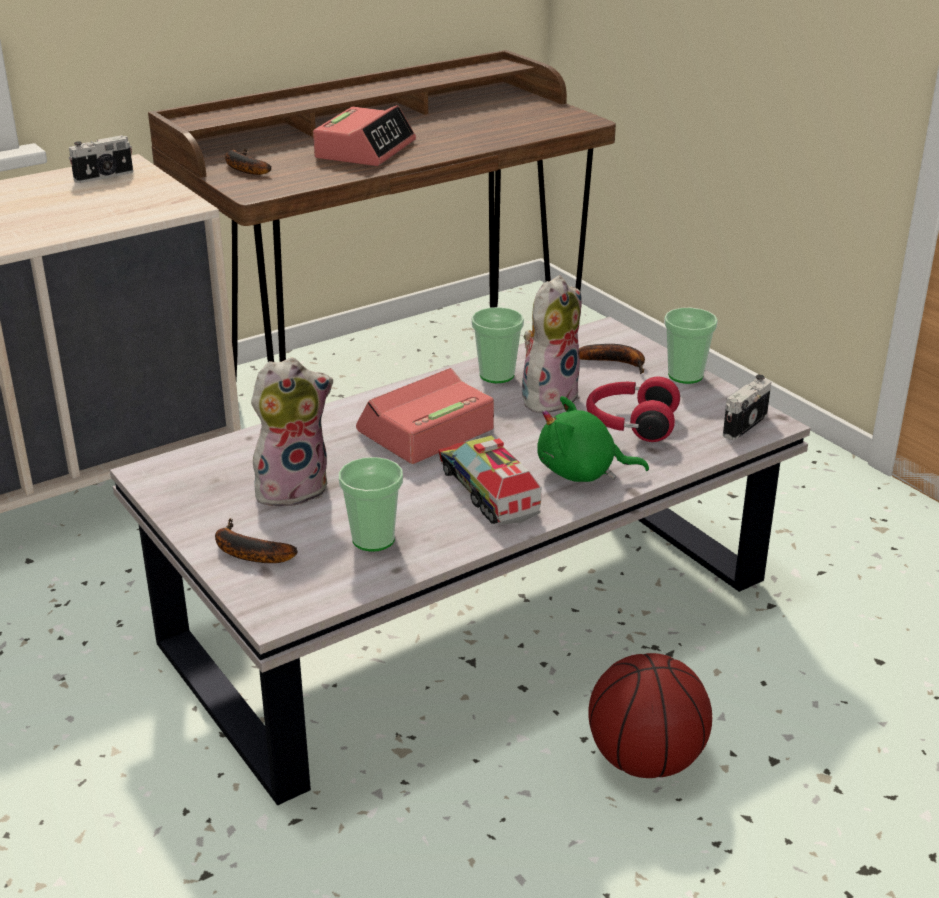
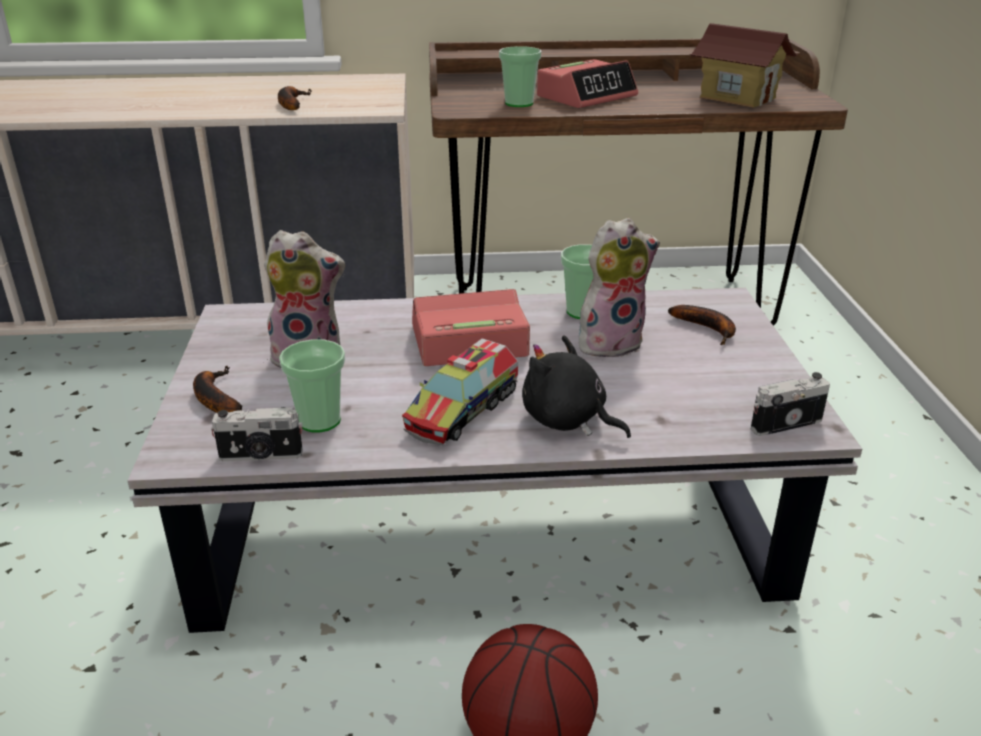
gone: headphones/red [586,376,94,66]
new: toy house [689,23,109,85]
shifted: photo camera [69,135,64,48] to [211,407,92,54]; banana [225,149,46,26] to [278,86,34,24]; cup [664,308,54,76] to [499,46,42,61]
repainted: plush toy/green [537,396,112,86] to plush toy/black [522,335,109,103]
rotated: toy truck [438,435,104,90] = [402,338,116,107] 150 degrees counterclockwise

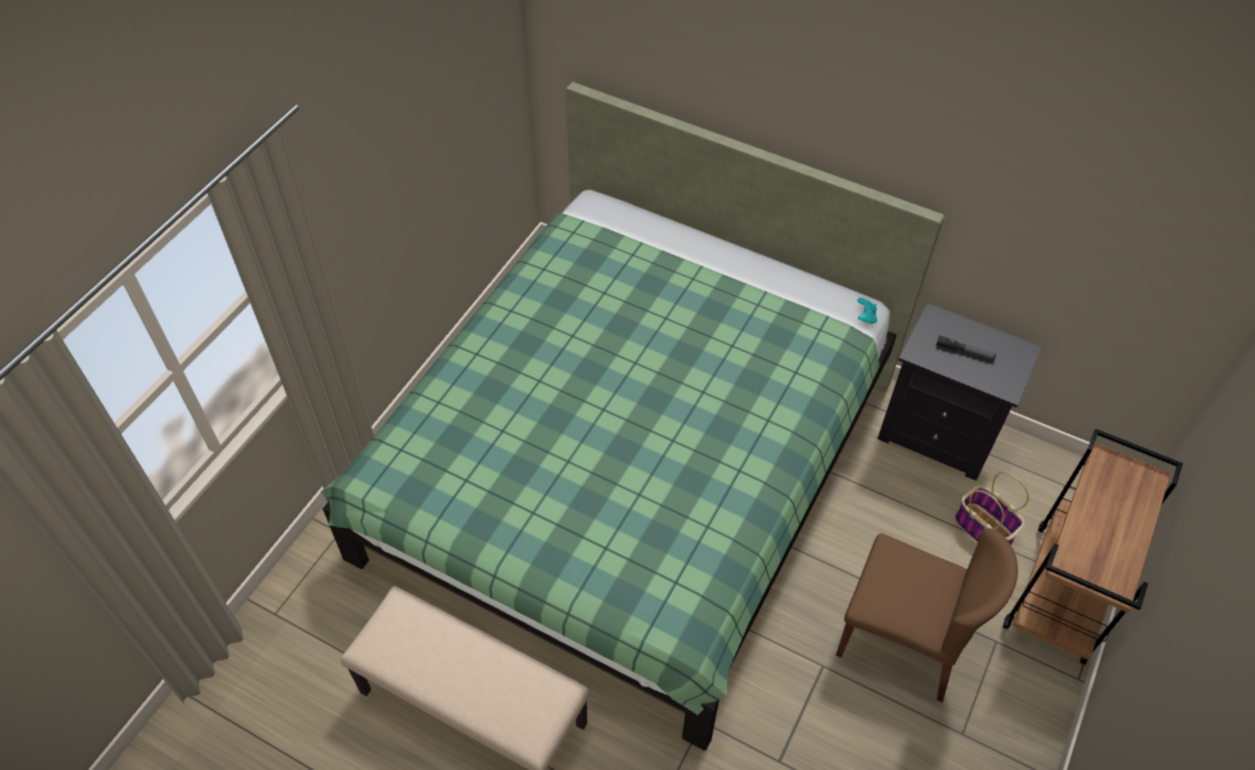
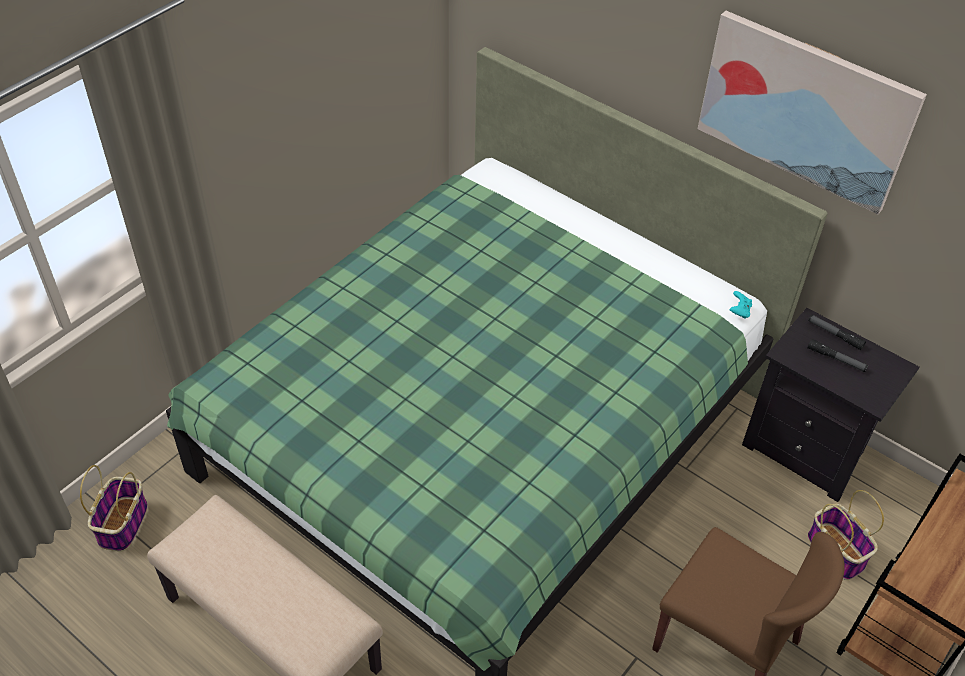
new: basket [80,465,68,87]; picture [698,11,229,203]; flashlight [808,315,58,35]

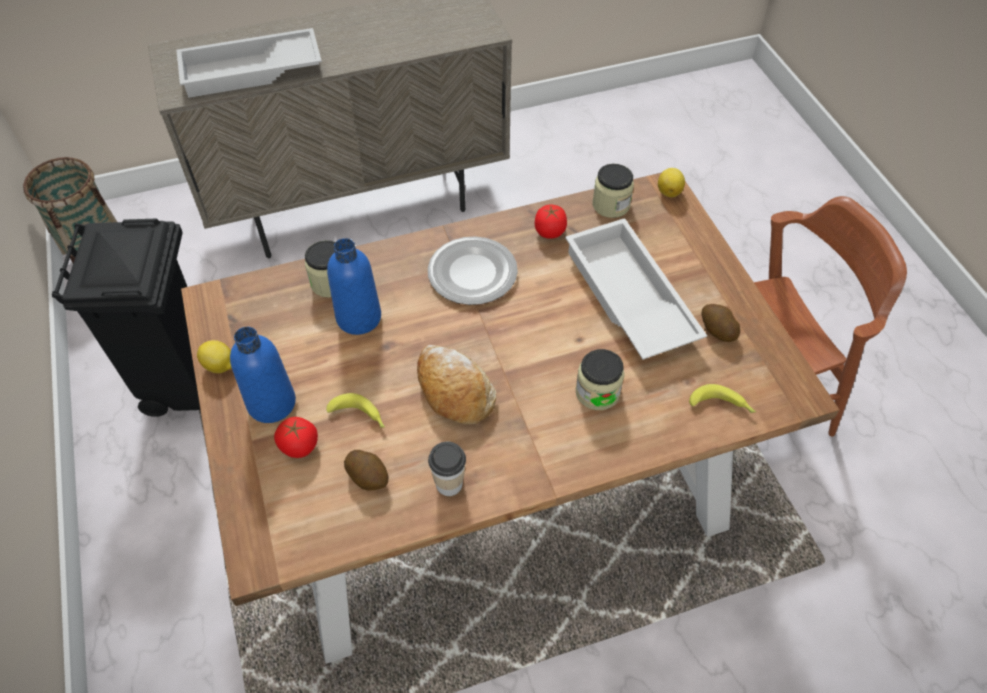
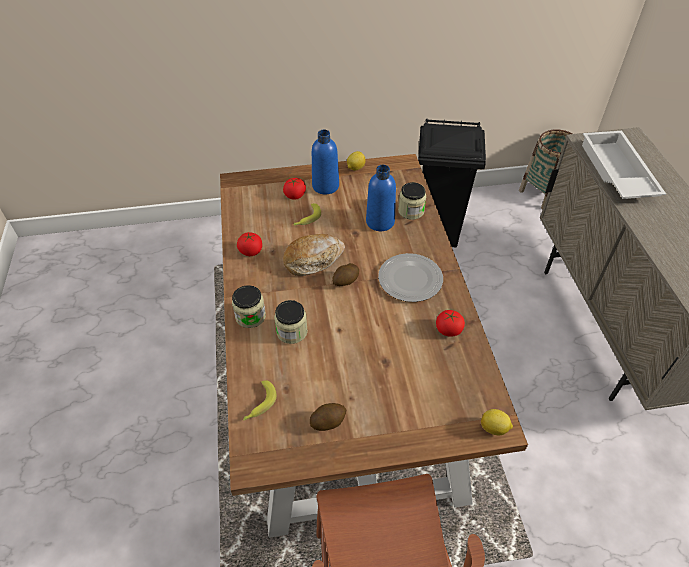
gone: tray/white [565,218,142,142]
shifted: potato [344,450,44,40] to [332,263,27,23]; jar [592,164,42,54] to [232,285,34,43]
swapped: cup [428,442,38,54] to tomato [237,232,25,24]

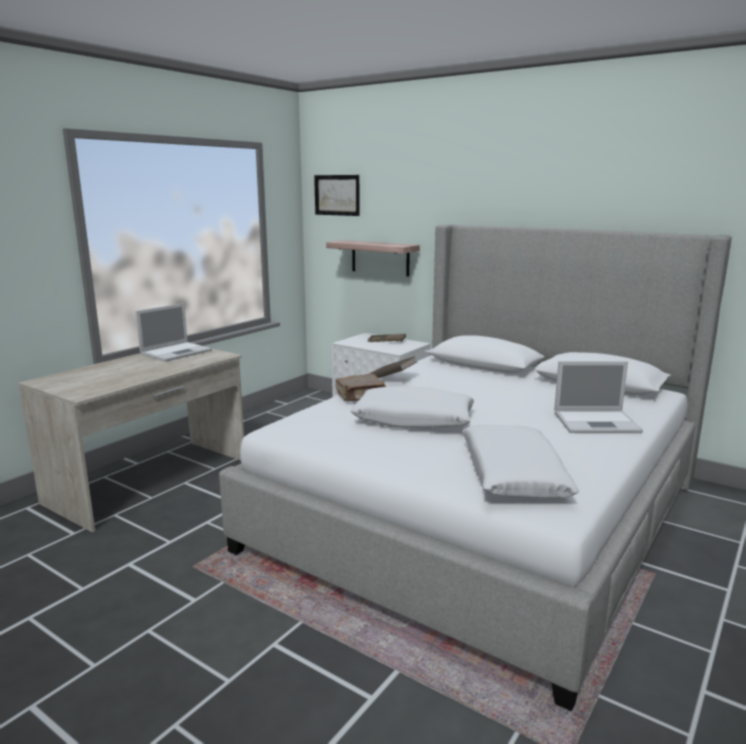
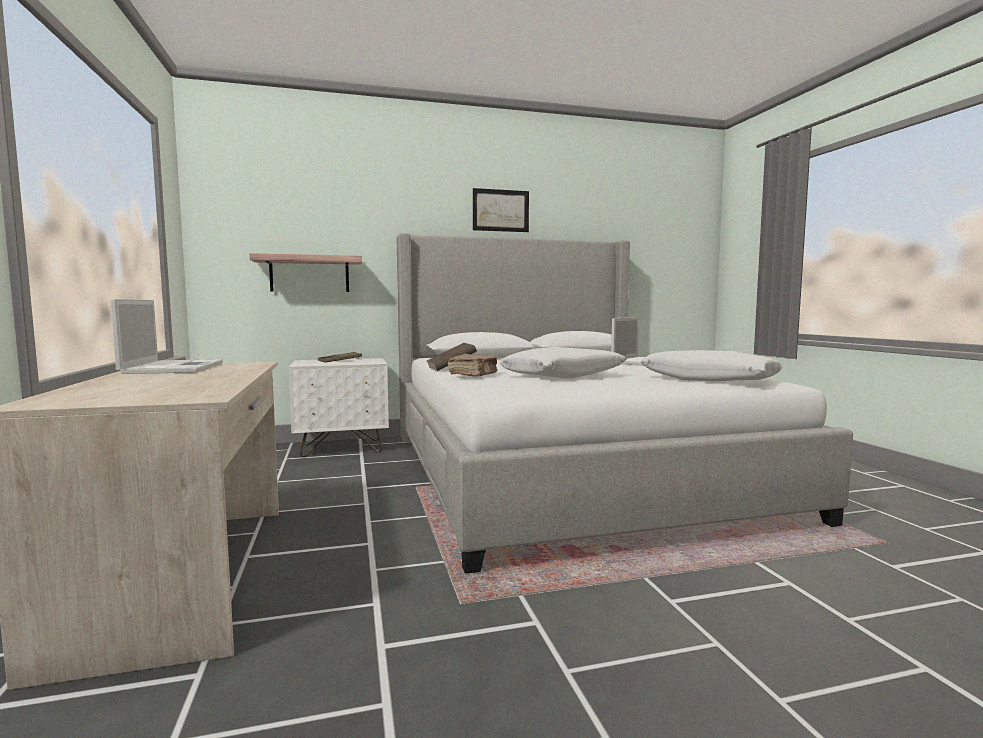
shifted: picture [314,175,46,41] to [473,188,56,44]

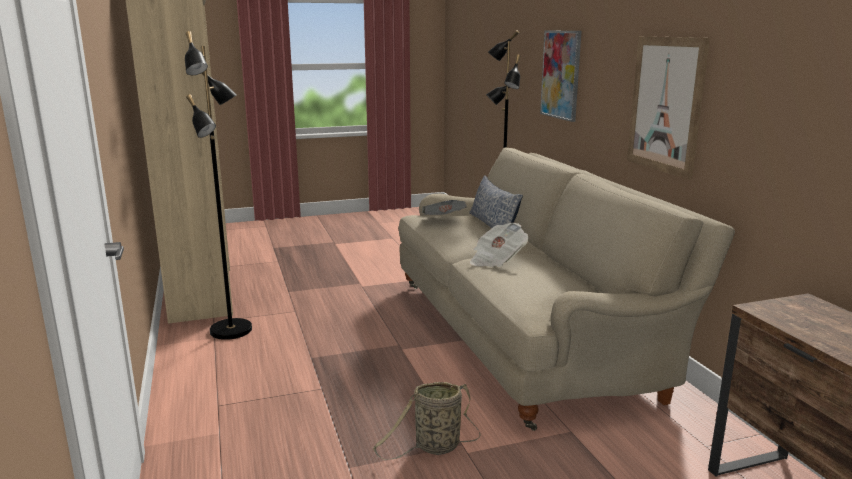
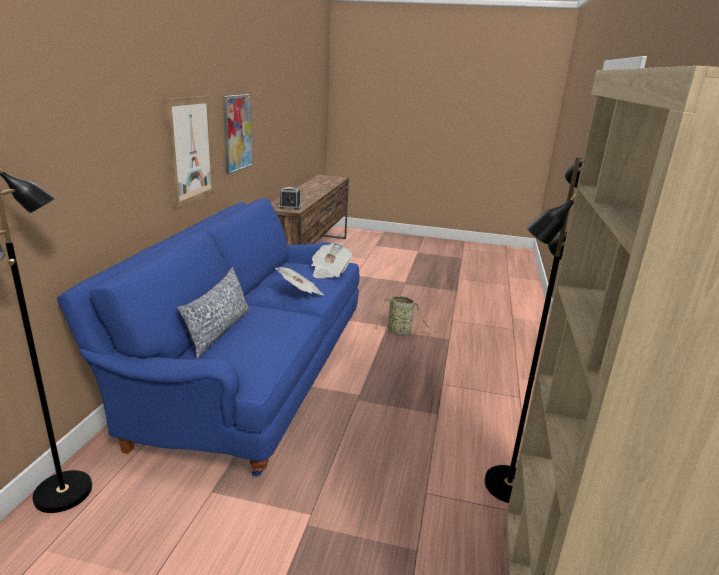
new: alarm clock [279,187,22,23]
shifted: newspaper [422,200,45,15] to [311,243,41,35]; picture [540,31,42,91] to [223,94,30,80]
repainted: sofa/beige [398,148,337,283] to sofa/blue [57,198,303,278]

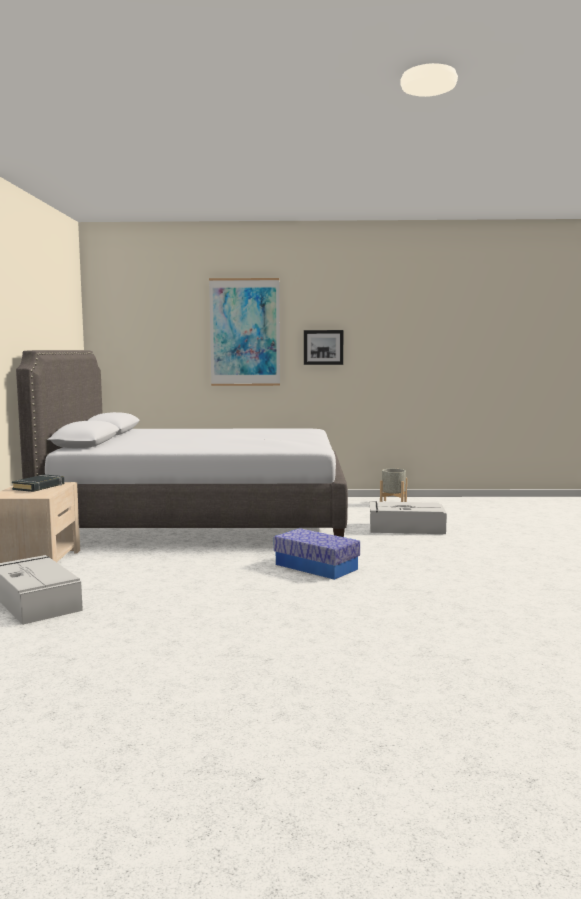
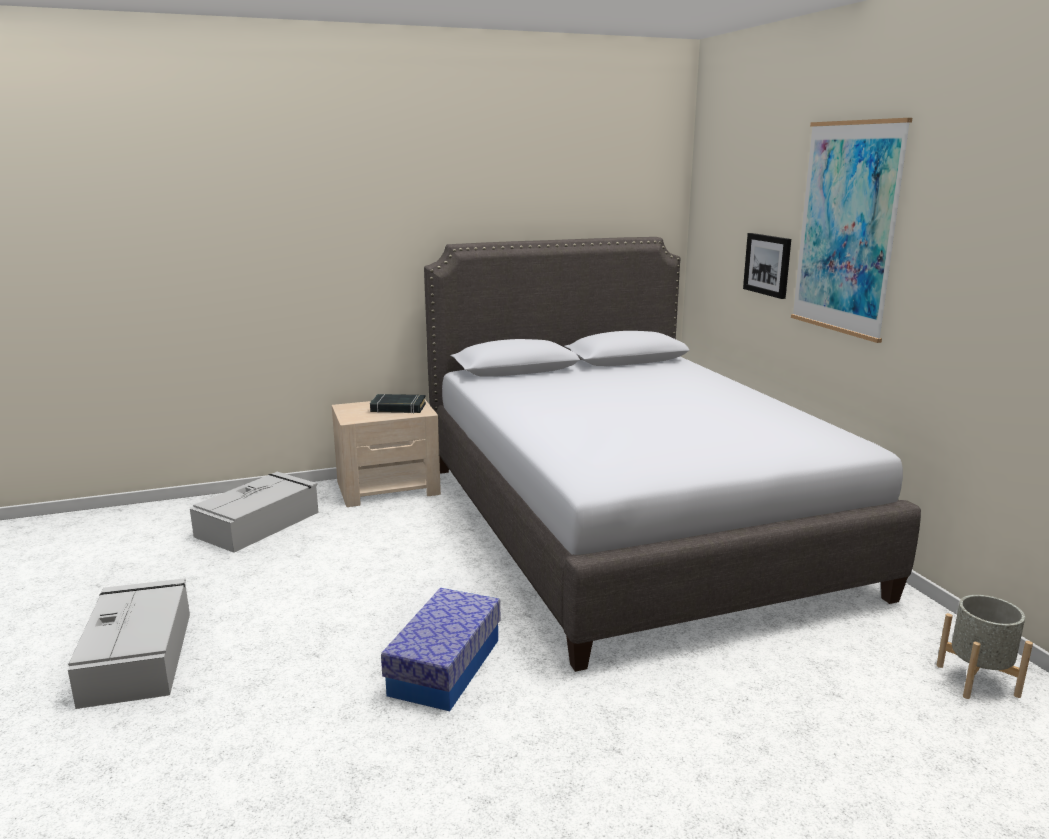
shifted: picture [304,330,39,35] to [743,233,48,66]; storage box/grey [370,501,77,33] to [68,578,122,131]

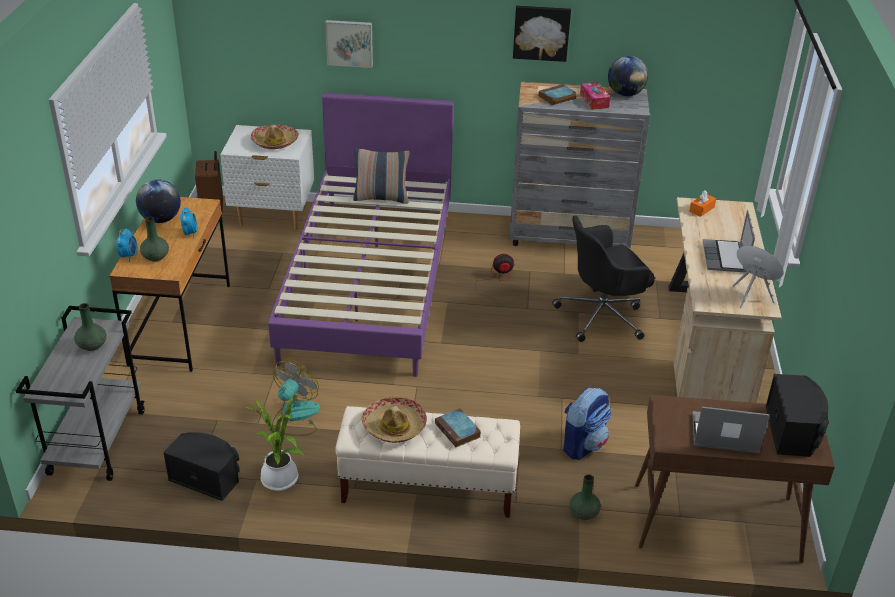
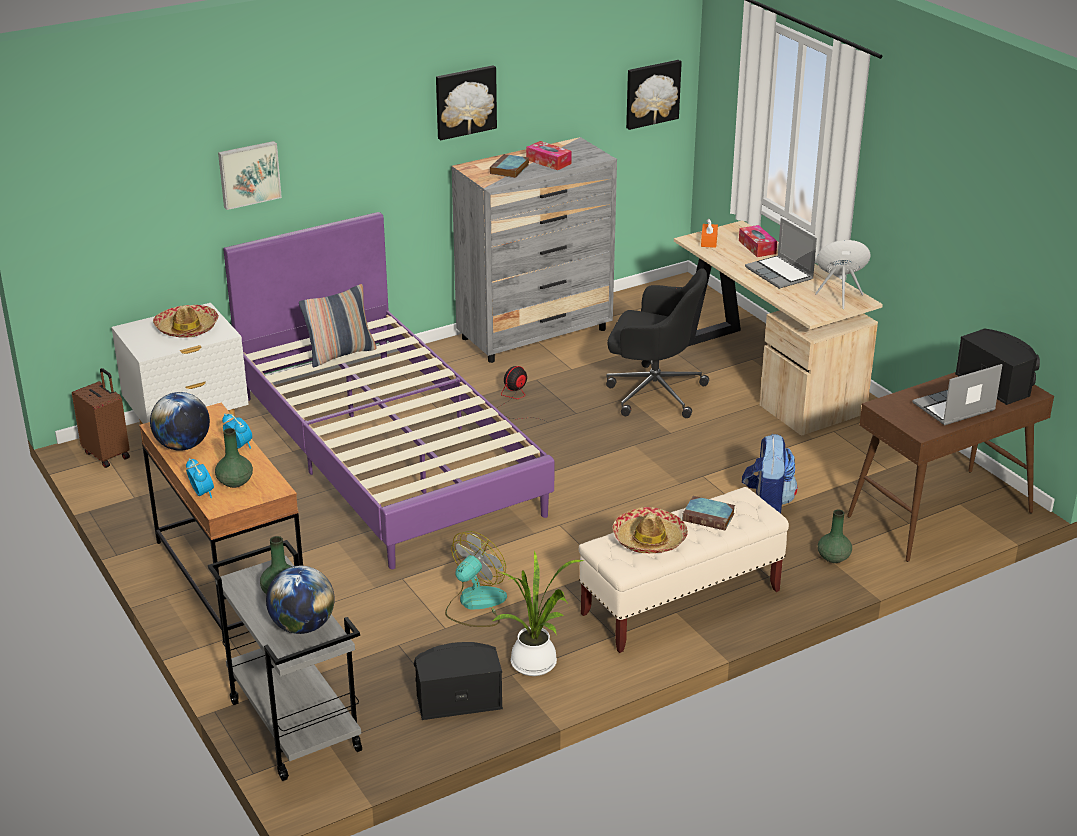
new: picture [626,60,56,70]; tissue box [739,225,38,32]
shifted: globe [608,56,40,40] to [266,566,68,68]
rotated: fan [272,360,48,76] = [445,531,62,96] 45 degrees clockwise; office chair/black [552,216,103,126] = [606,268,103,150] 105 degrees counterclockwise

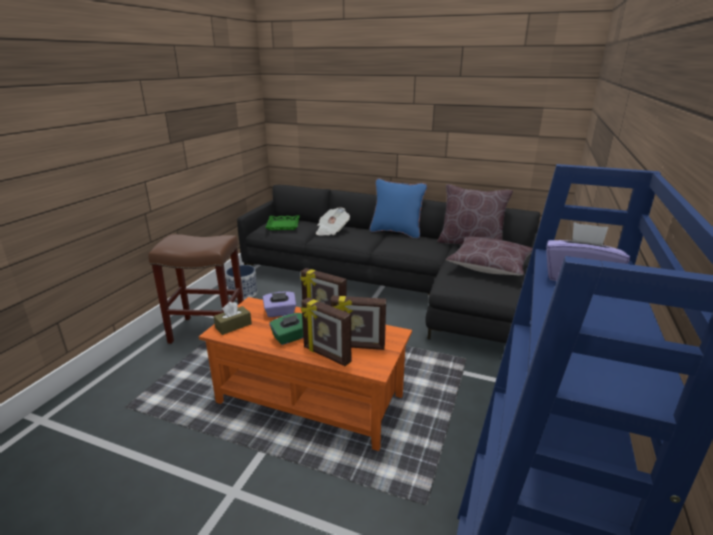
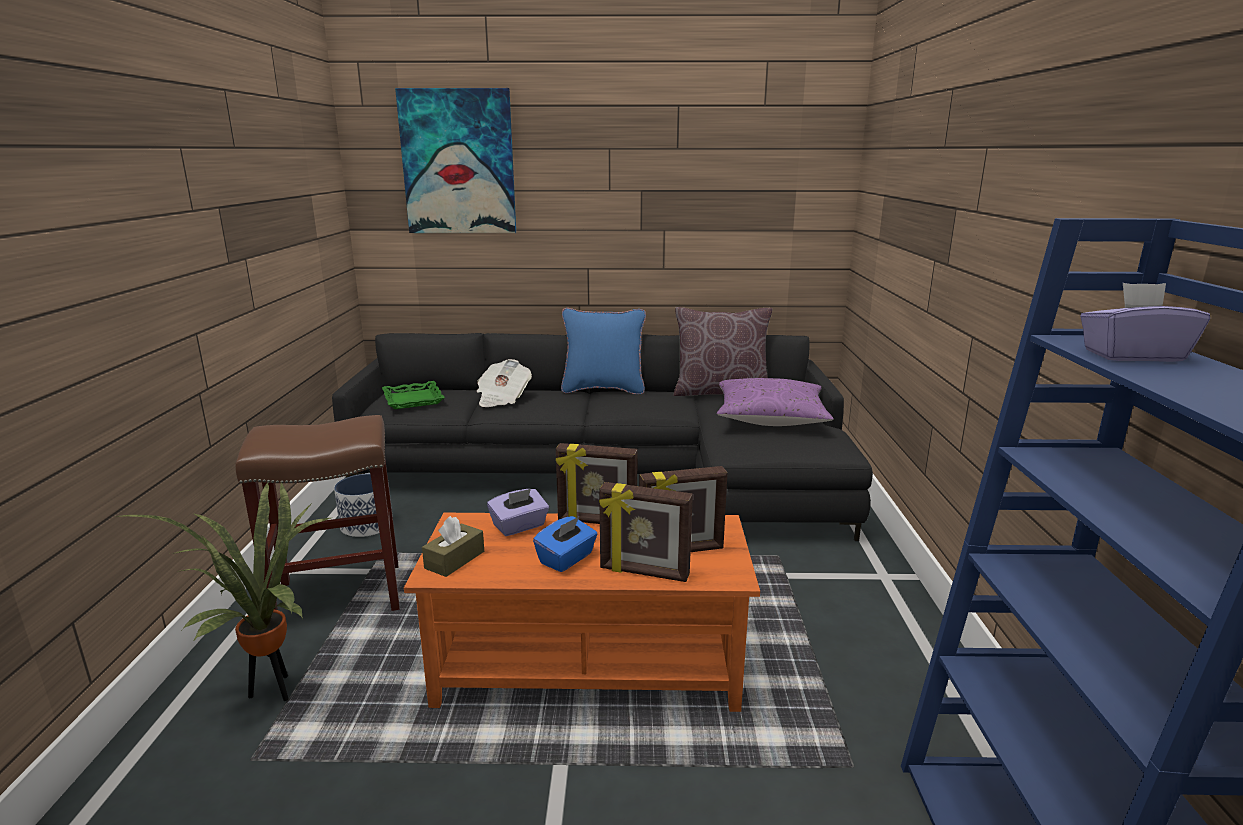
new: potted plant [119,481,212,220]; picture [395,88,121,145]
repainted: tissue box/green [270,313,33,32] to tissue box/blue [533,516,65,56]; pillow/brown [446,236,87,39] to pillow/purple [717,378,117,48]

